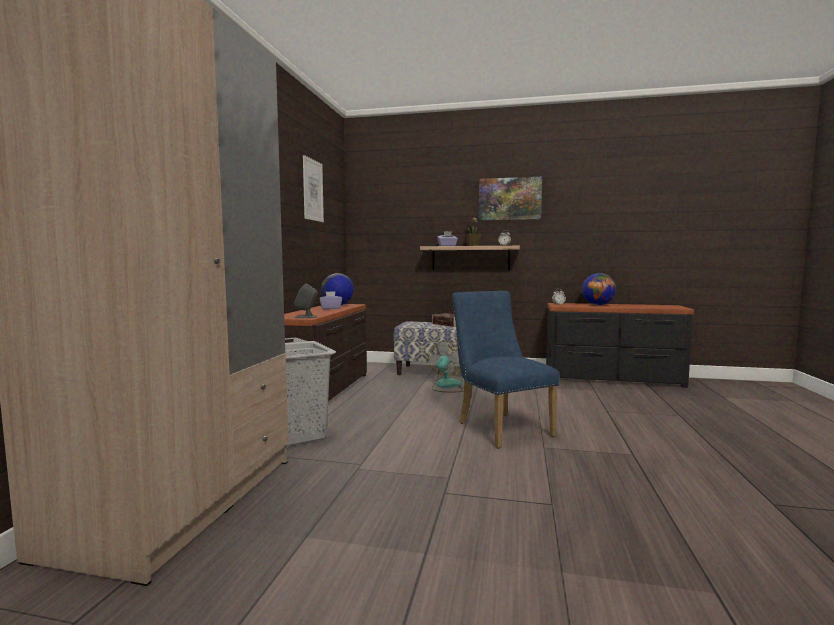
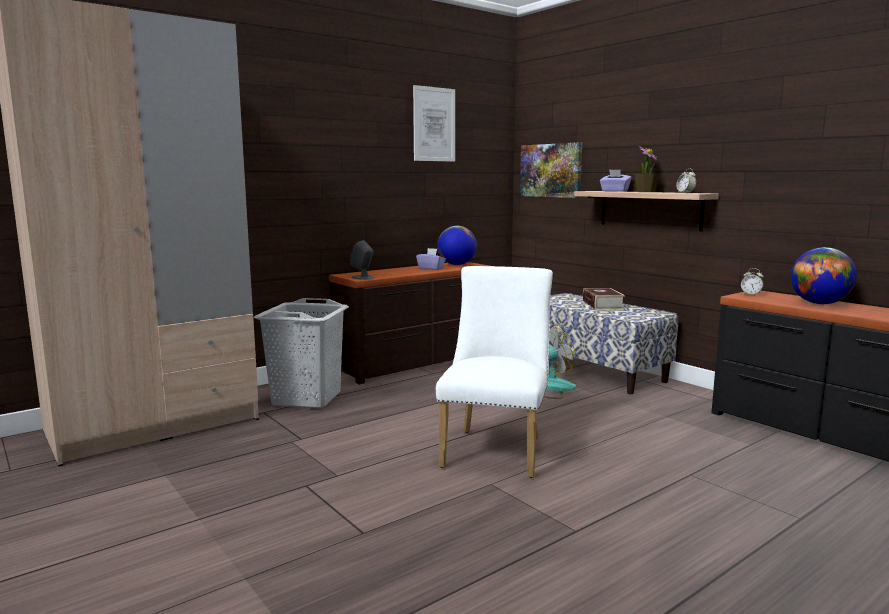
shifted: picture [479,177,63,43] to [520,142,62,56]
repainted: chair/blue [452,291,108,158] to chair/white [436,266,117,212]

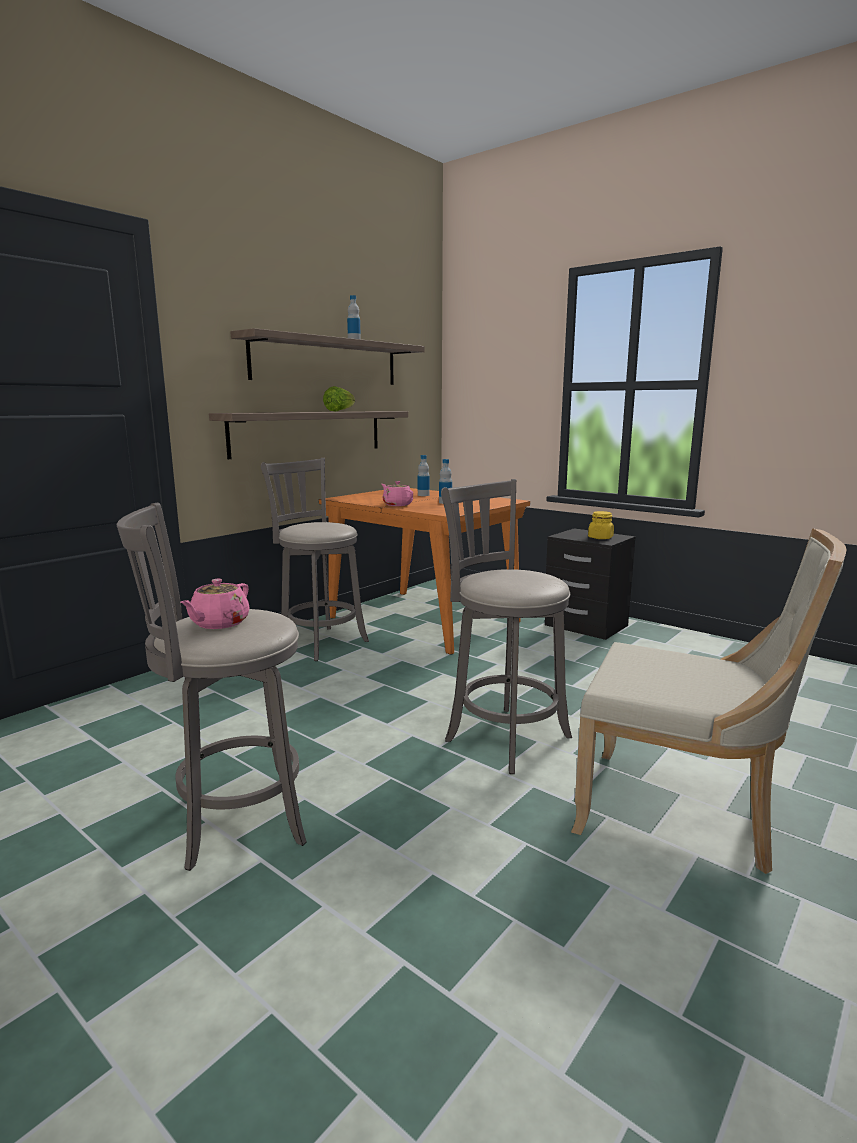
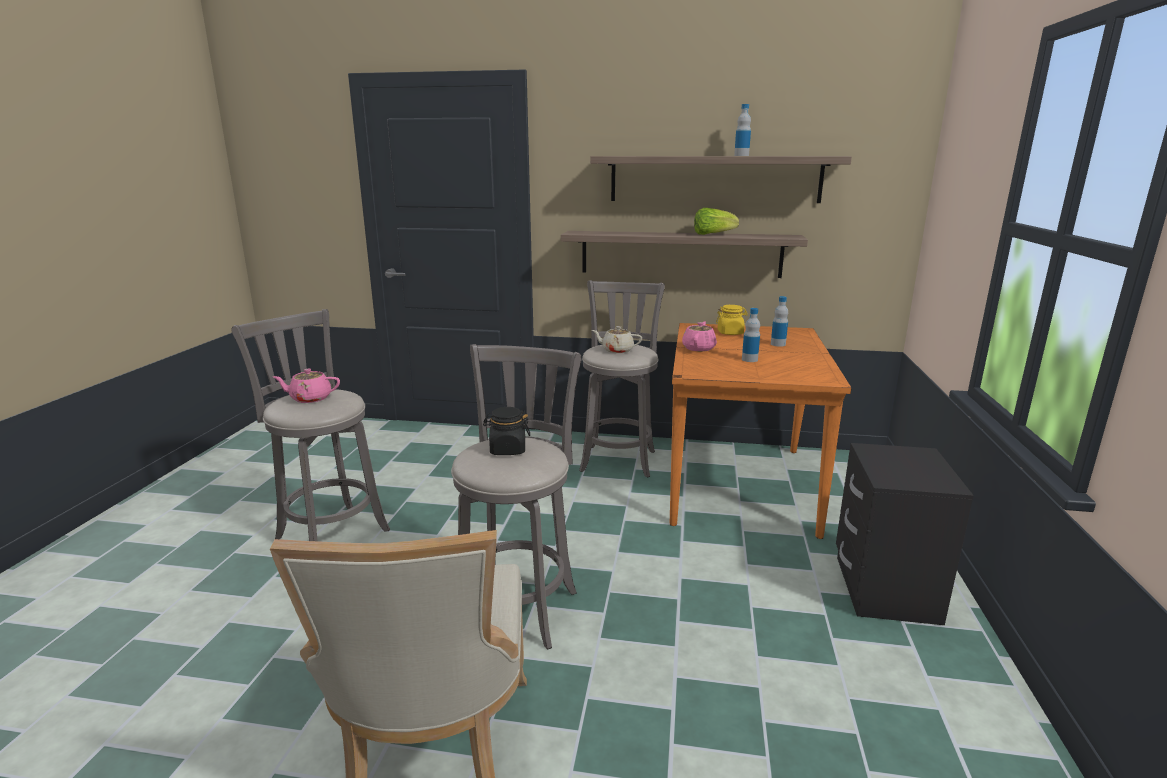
new: jar/black [483,407,47,48]; teapot/beige [592,326,50,27]
shifted: jar/yellow [588,511,26,28] to [716,305,32,30]

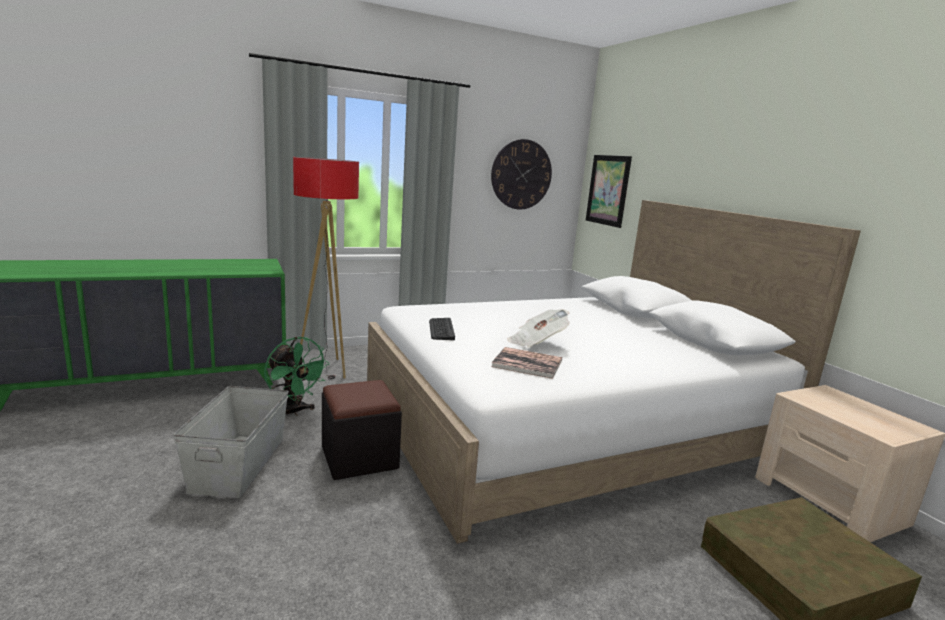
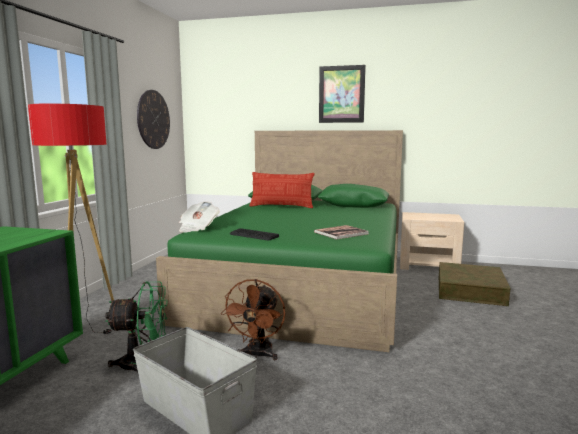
new: pillow [249,172,66,36]
shifted: newspaper [507,309,63,39] to [179,202,40,31]; picture [586,155,46,73] to [319,65,47,58]
swapped: ottoman/black [322,380,80,100] to fan/brown [221,279,64,81]
repainted: bed/white [367,200,494,344] to bed/green [156,130,247,222]

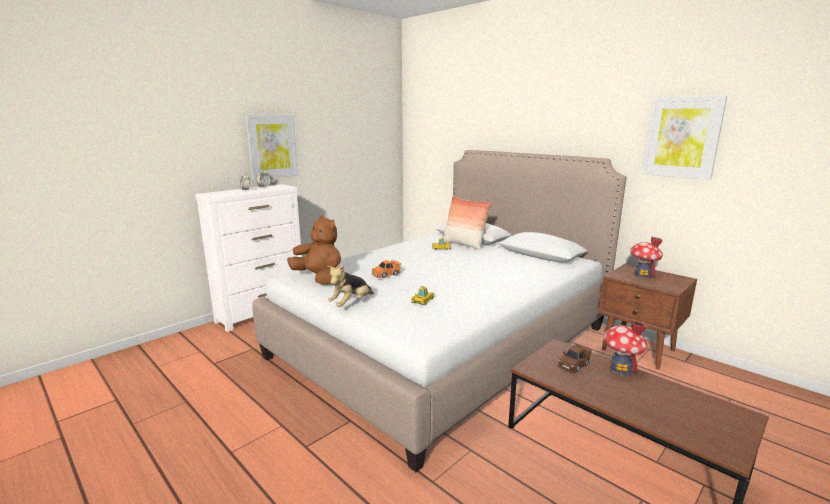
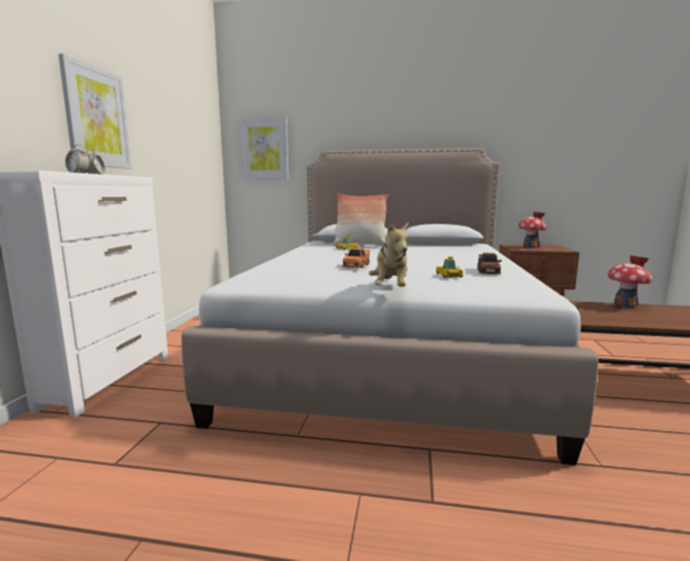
gone: plush toy/brown [287,215,54,70]
shifted: toy car/brown [557,344,35,29] to [477,253,25,21]; picture [642,96,85,84] to [240,117,48,62]

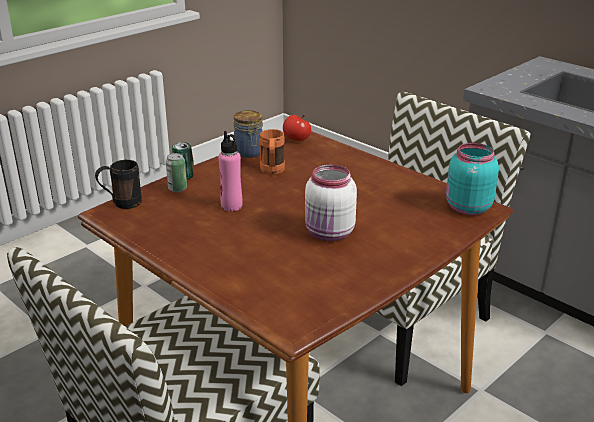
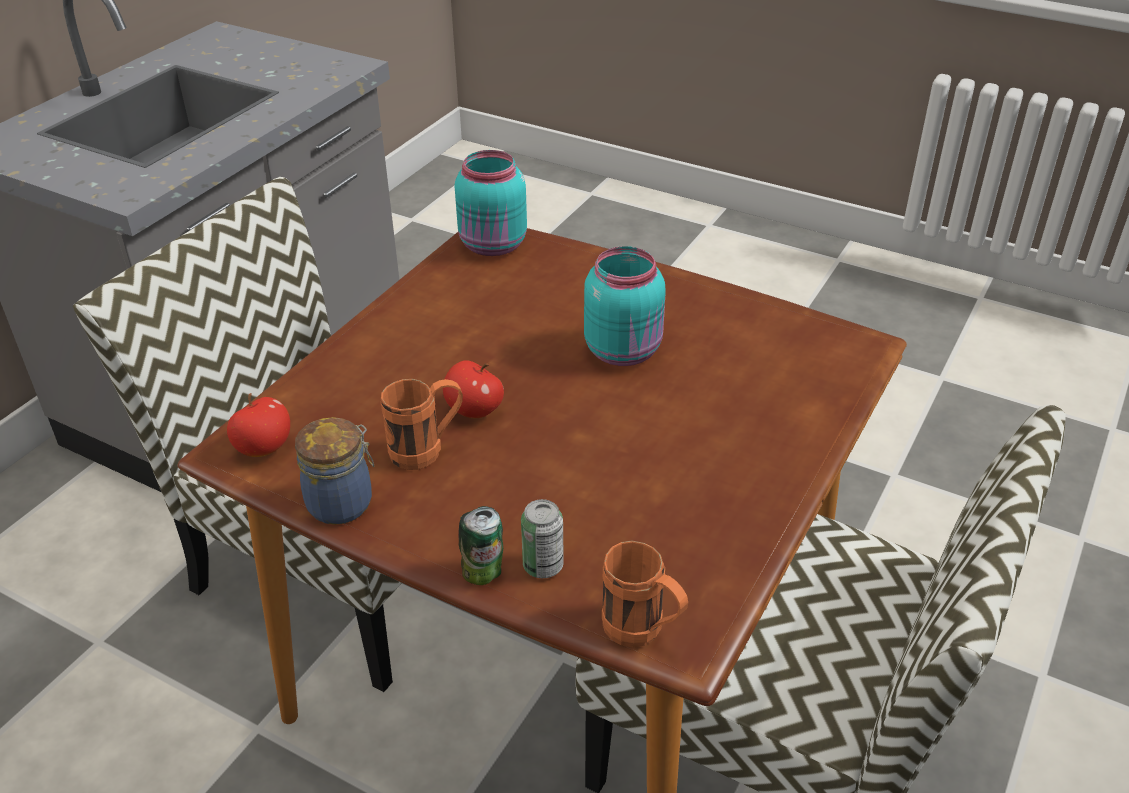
gone: bottle/pink [218,131,25,80]
new: apple [443,360,61,58]
repainted: mug/black [95,160,47,49] to mug/orange [602,541,86,107]; jar/white [305,165,52,76] to jar/turquoise [584,246,82,120]

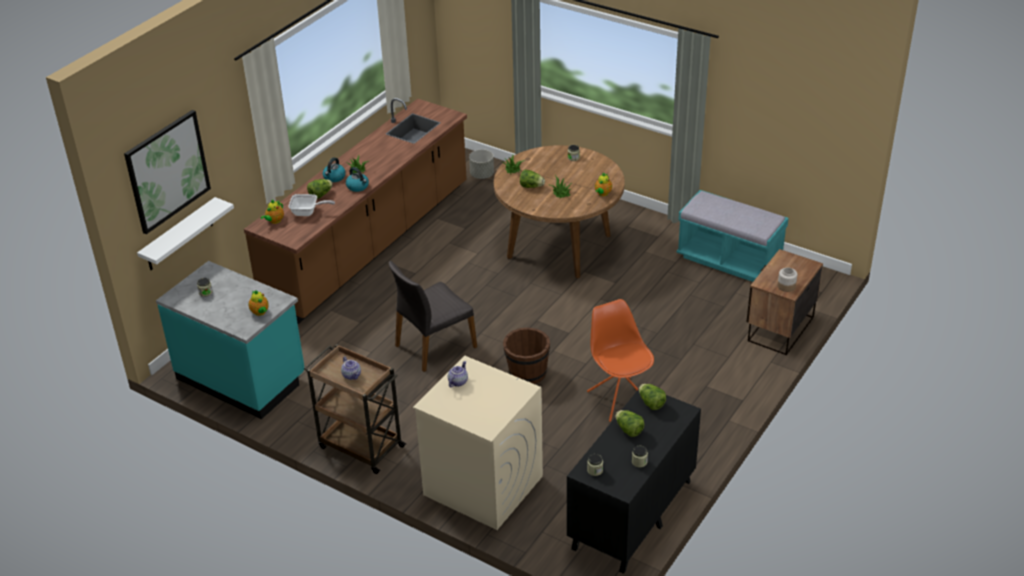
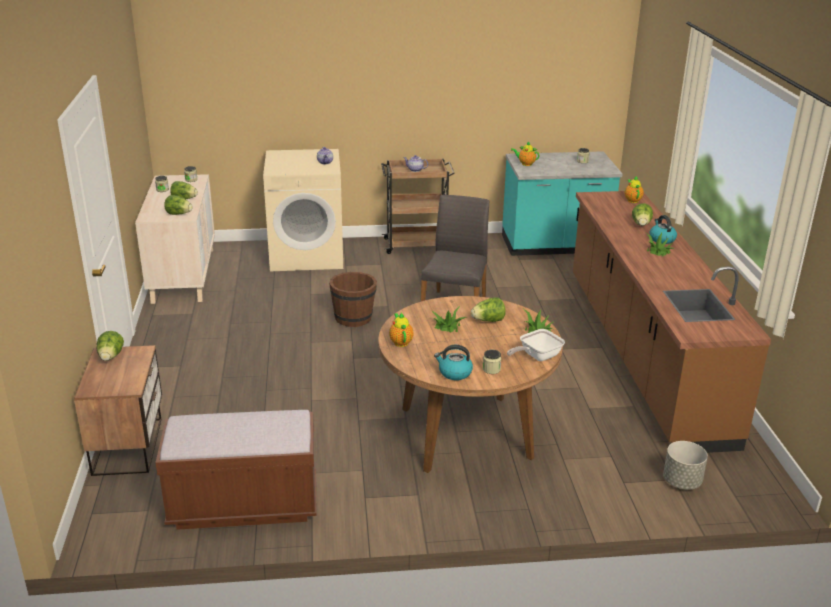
gone: picture [124,110,87,124]; shelf/white [137,197,97,73]; chair/orange [587,299,67,123]
shifted: frying pan [289,194,46,22] to [507,329,58,32]; kettle [346,167,23,25] to [434,345,39,35]
swapped: jar [778,267,19,25] to lettuce [97,331,27,30]
repainted: dresser/black [567,389,134,185] to dresser/beige [135,174,80,130]; bench/turquoise [676,190,113,92] to bench/brown [155,410,162,120]

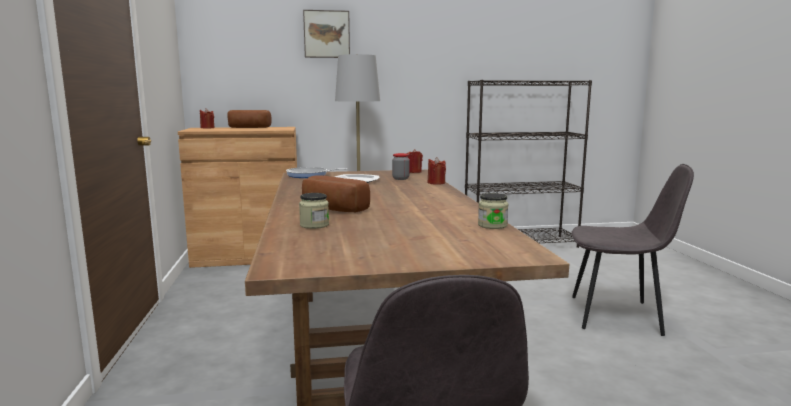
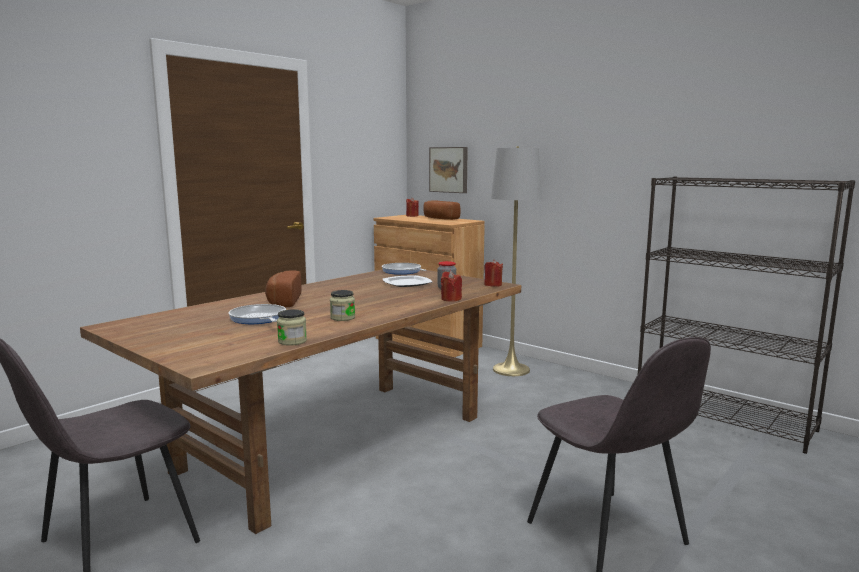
new: frying pan [229,304,57,20]
shifted: jar [299,193,30,36] to [330,290,25,31]; picture [303,10,47,48] to [429,147,39,46]

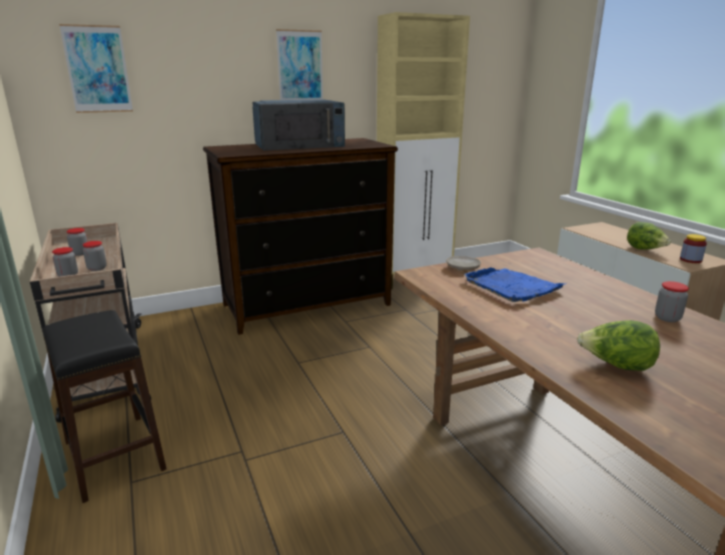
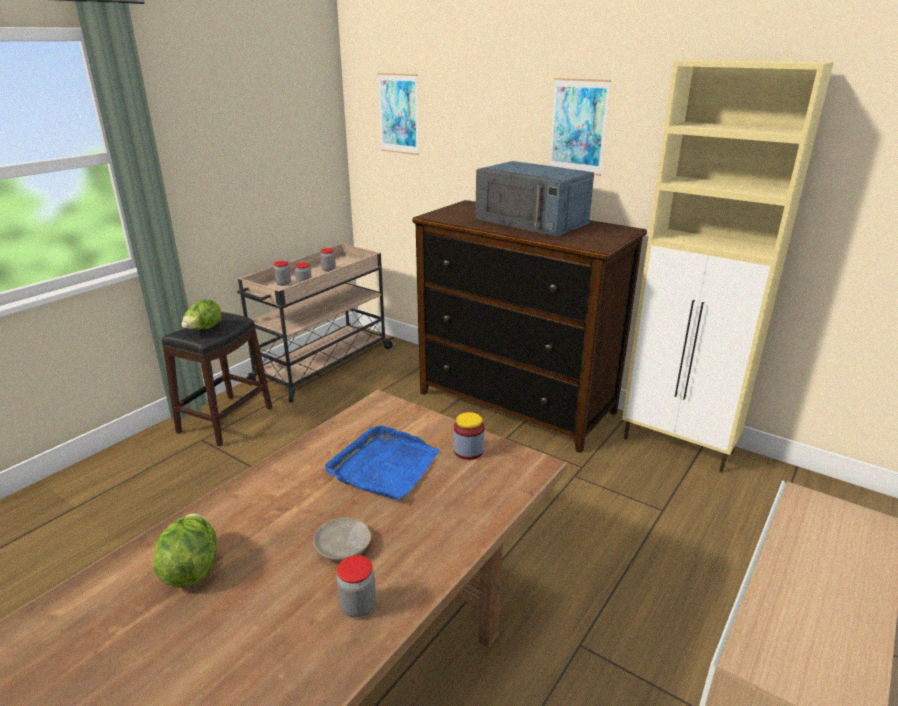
shifted: plate/beige [446,256,35,15] to [313,518,58,43]; lettuce [627,222,44,28] to [182,299,40,31]; jar [680,234,27,29] to [454,412,31,48]

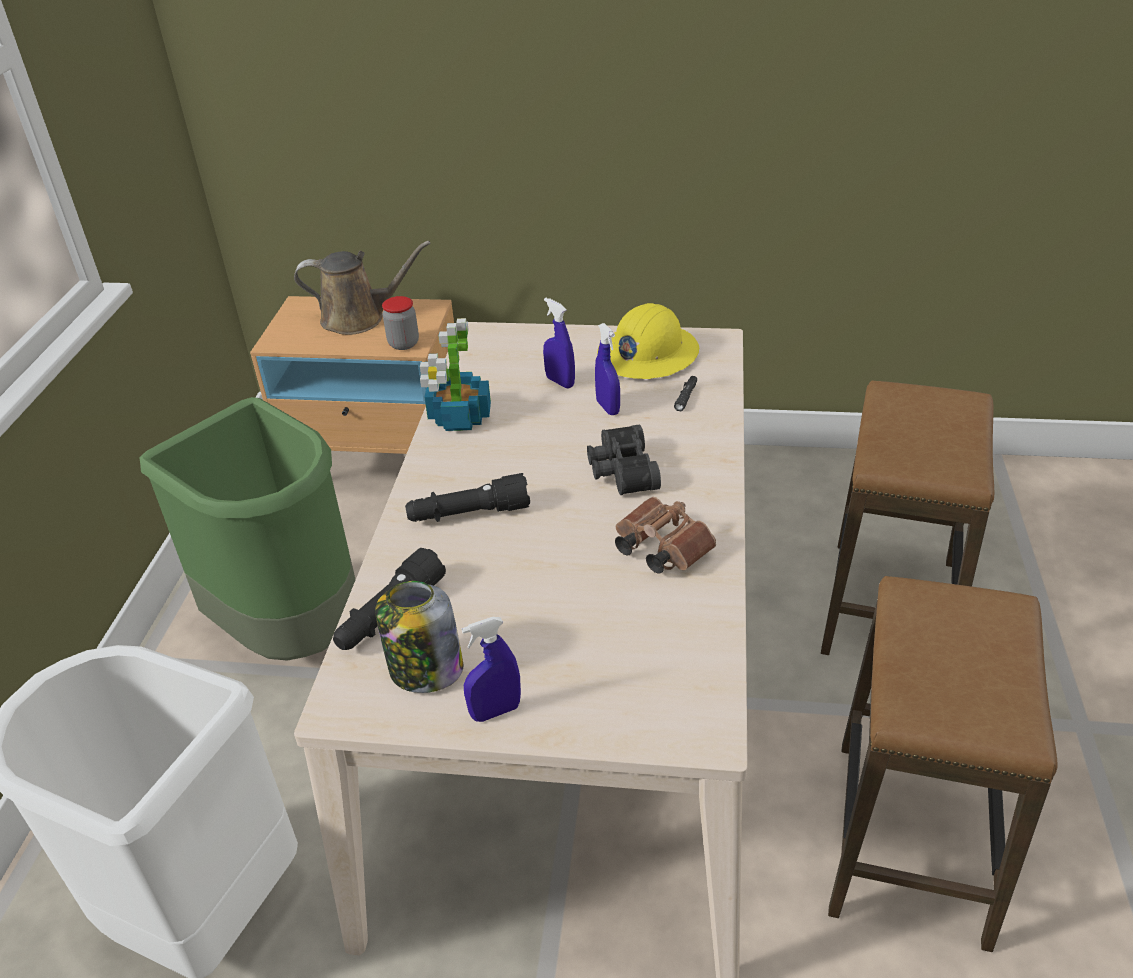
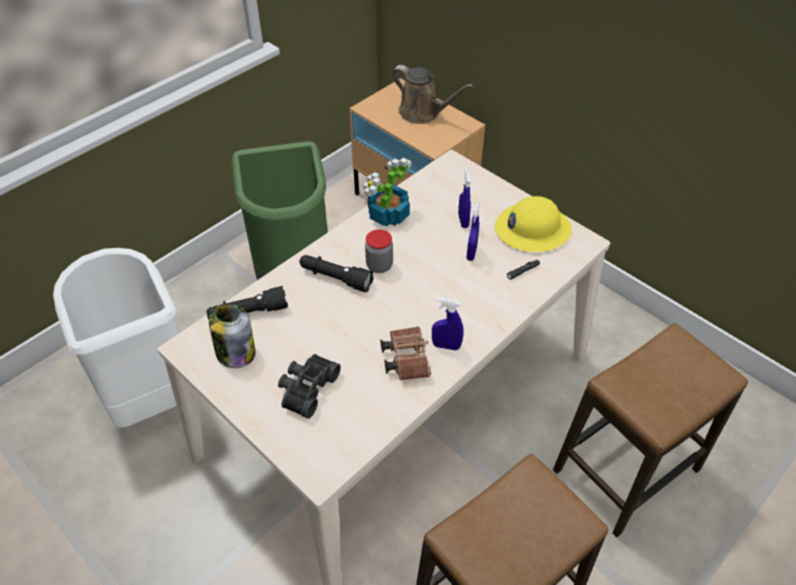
shifted: jar [382,296,37,54] to [365,229,28,44]; spray bottle/blue [461,617,60,105] to [432,298,32,52]; binoculars/black [587,424,74,71] to [278,354,63,65]

